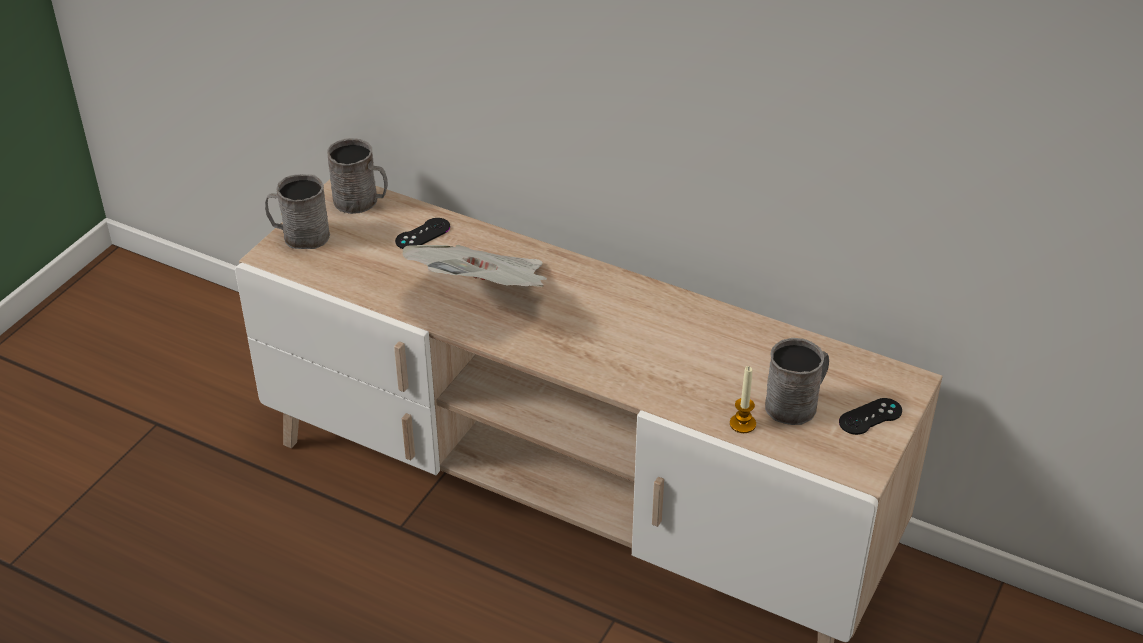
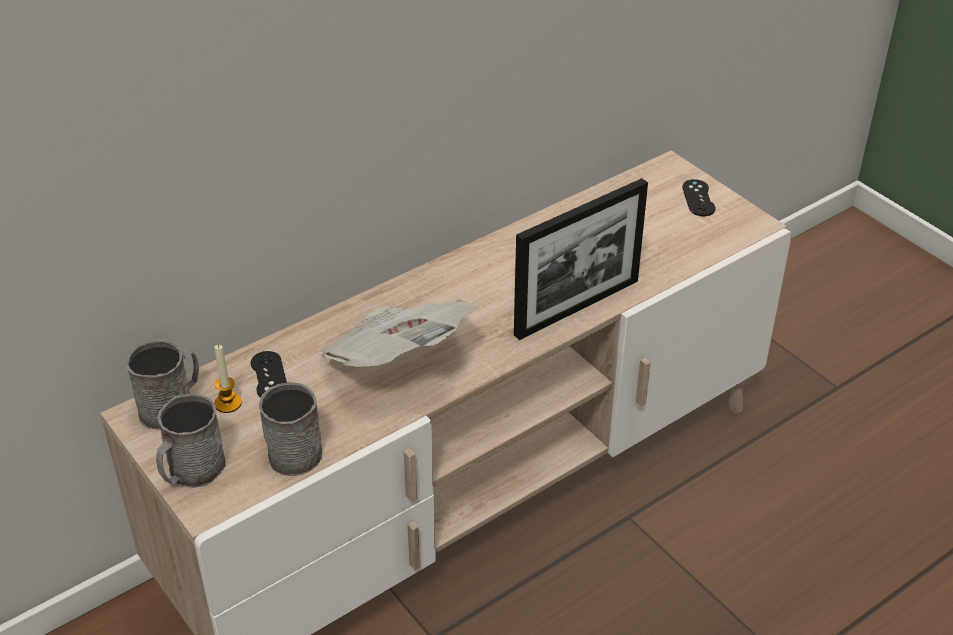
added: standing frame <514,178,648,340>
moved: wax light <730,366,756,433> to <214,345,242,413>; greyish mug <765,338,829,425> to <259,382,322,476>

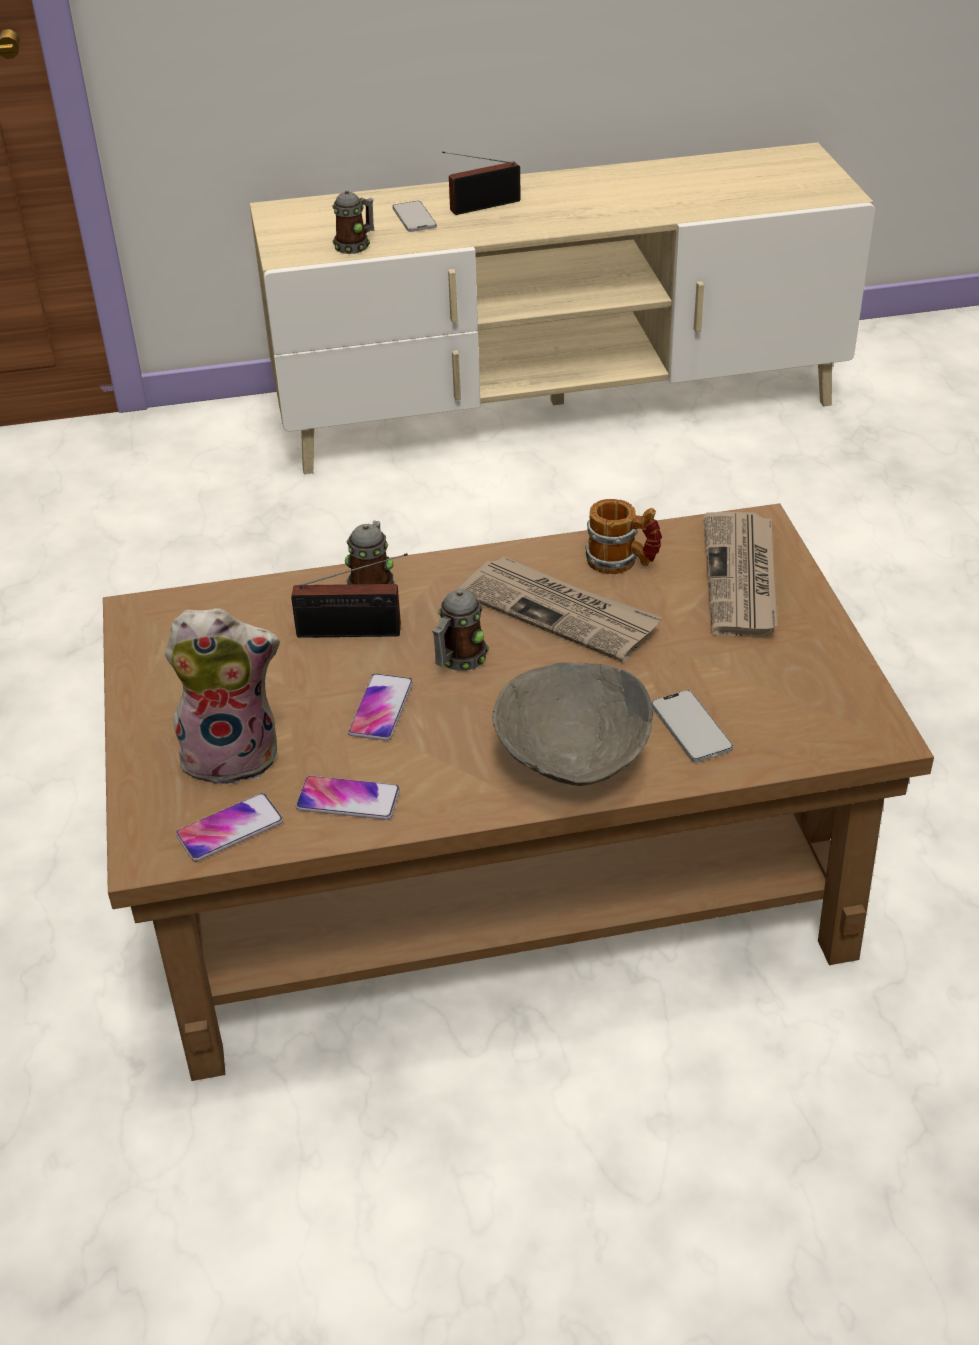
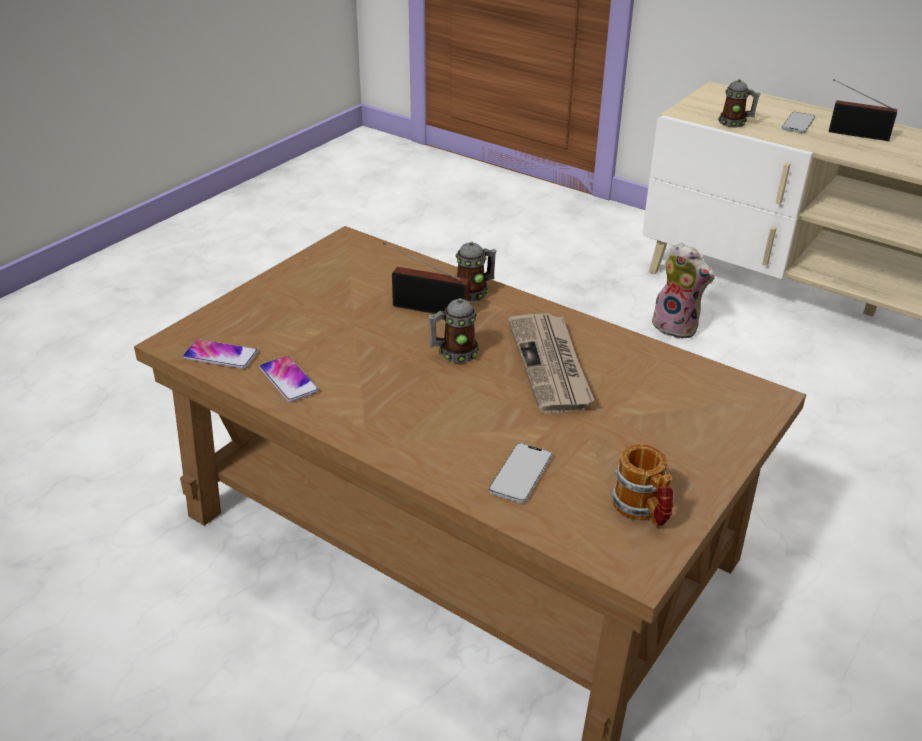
removed: handset <348,673,413,741>; greyish serving bowl <492,662,653,786>; daily paper <703,512,778,636>
moved: mug <585,499,662,574> to <611,444,673,527>; soft toy <165,608,280,786> to <652,243,715,339>
turned: radio receiver <291,553,408,638> = <383,243,469,314> 150 degrees clockwise

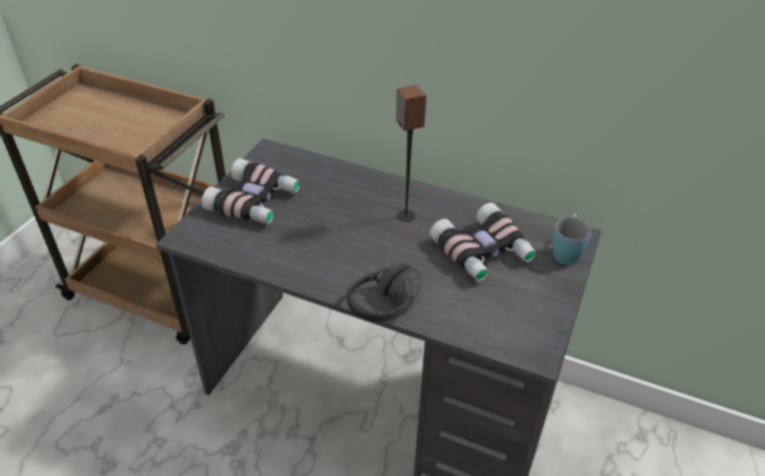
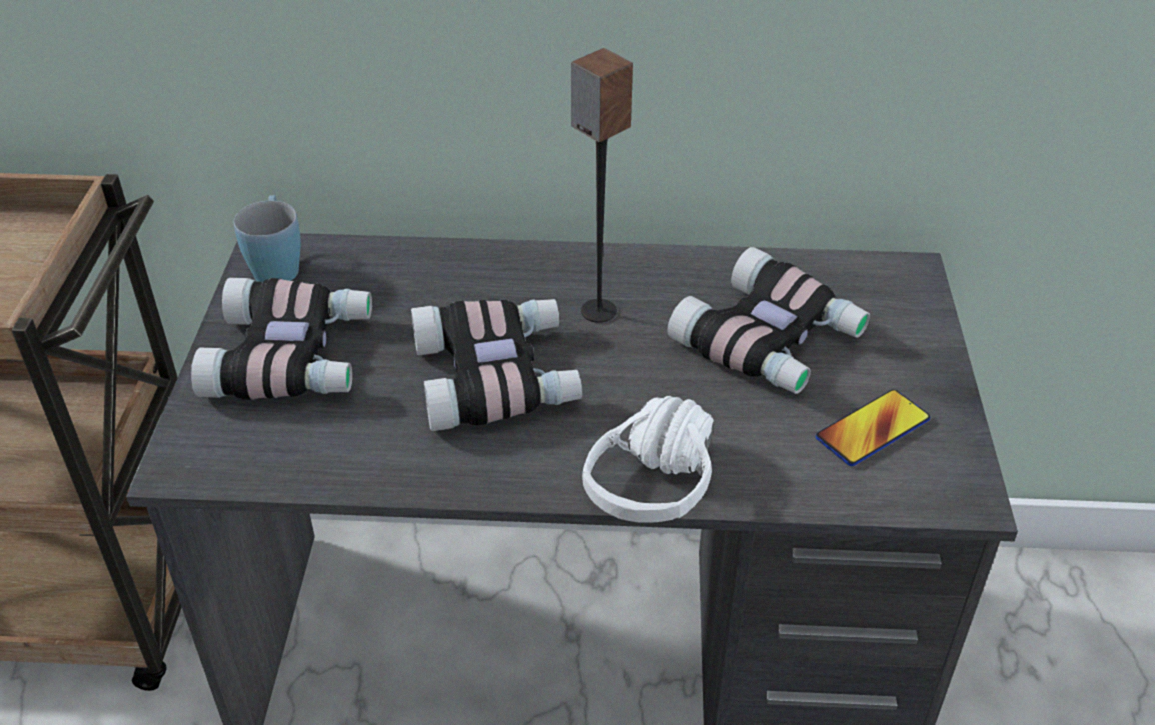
added: pair of binoculars <411,299,582,431>; handset <816,389,930,466>
moved: blue-coloured mug <553,213,591,265> to <234,195,301,282>
recoloured: black-coloured headphones <347,263,423,322> to white-coloured headphones <582,396,714,523>

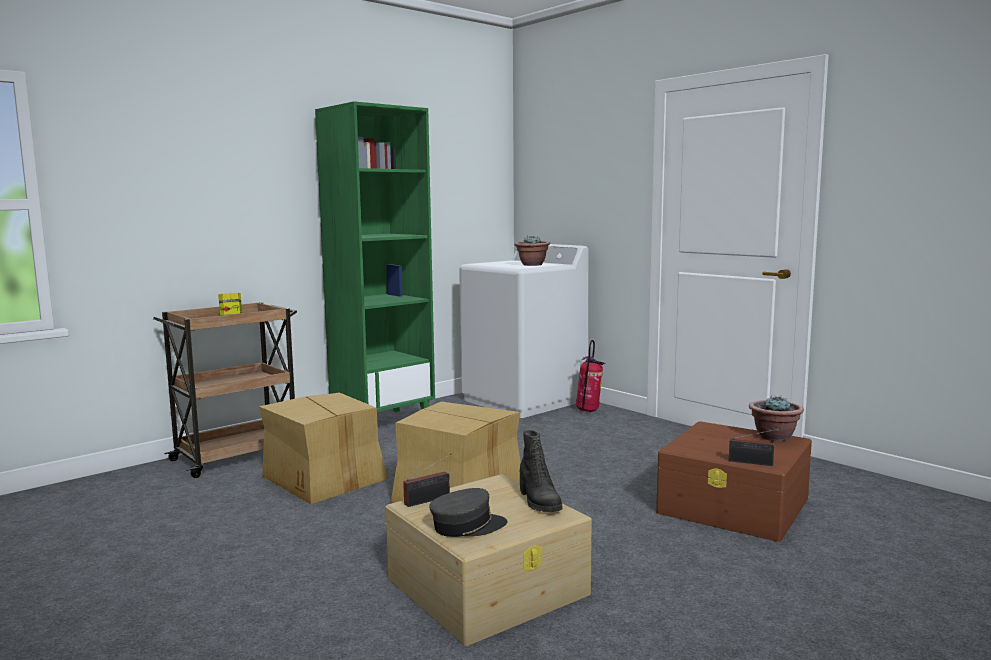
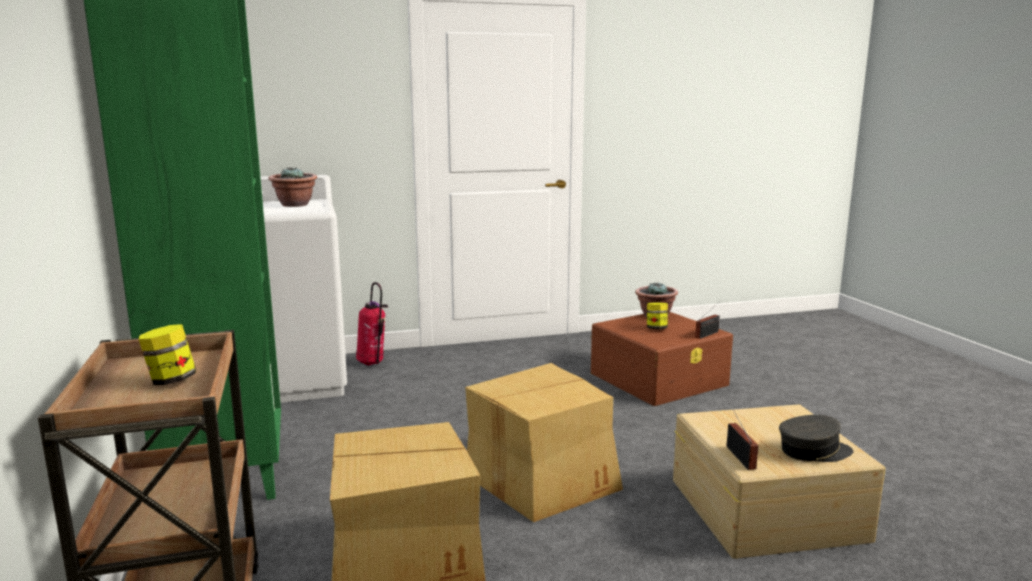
removed: black-coloured boot <520,430,562,512>
added: jar <647,303,668,329>
turned: greyish peaked cap <429,488,507,537> = <779,415,853,462> 75 degrees clockwise

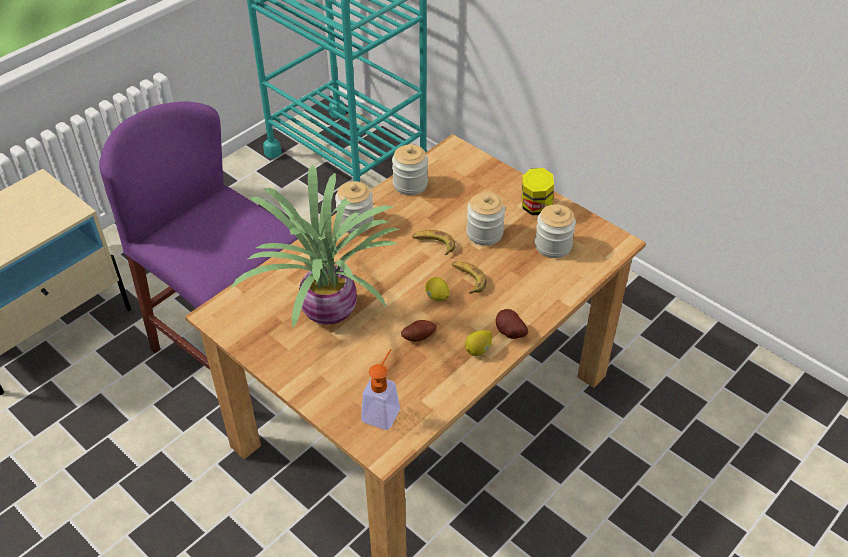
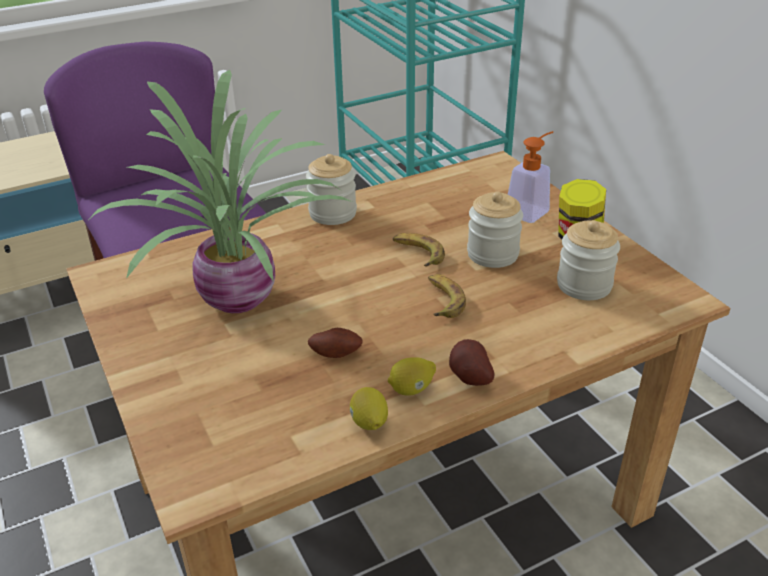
removed: jar <392,145,428,195>
moved: citrus fruit <425,277,449,301> to <350,387,388,430>; liquid soap bottle <361,349,400,430> to <508,131,553,223>

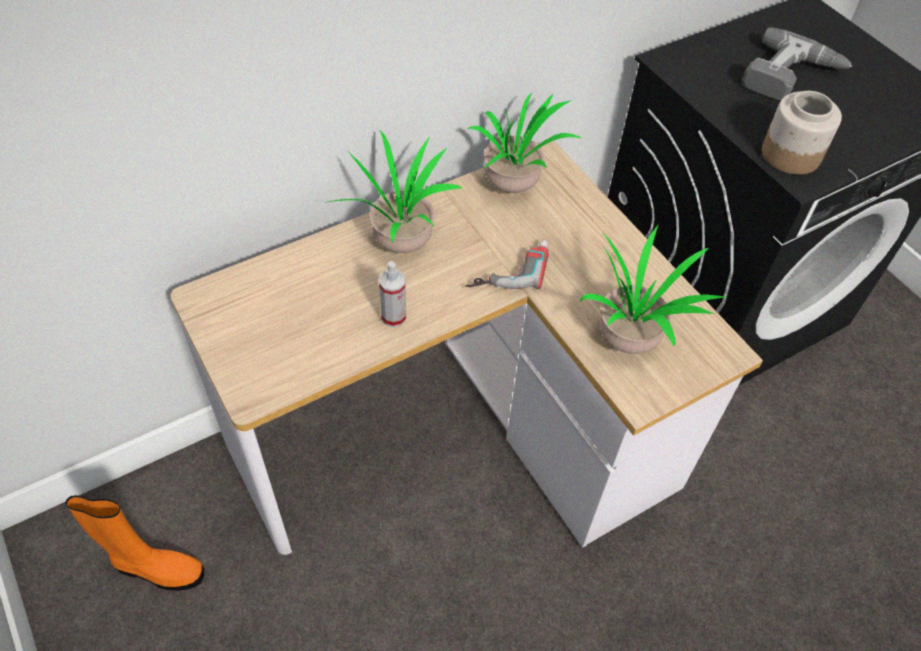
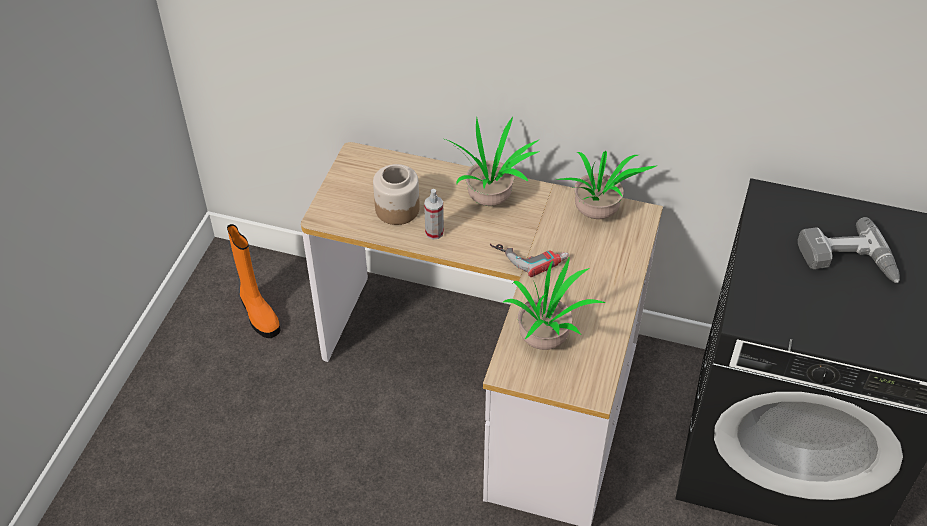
moved: jar <762,91,842,175> to <373,164,420,225>

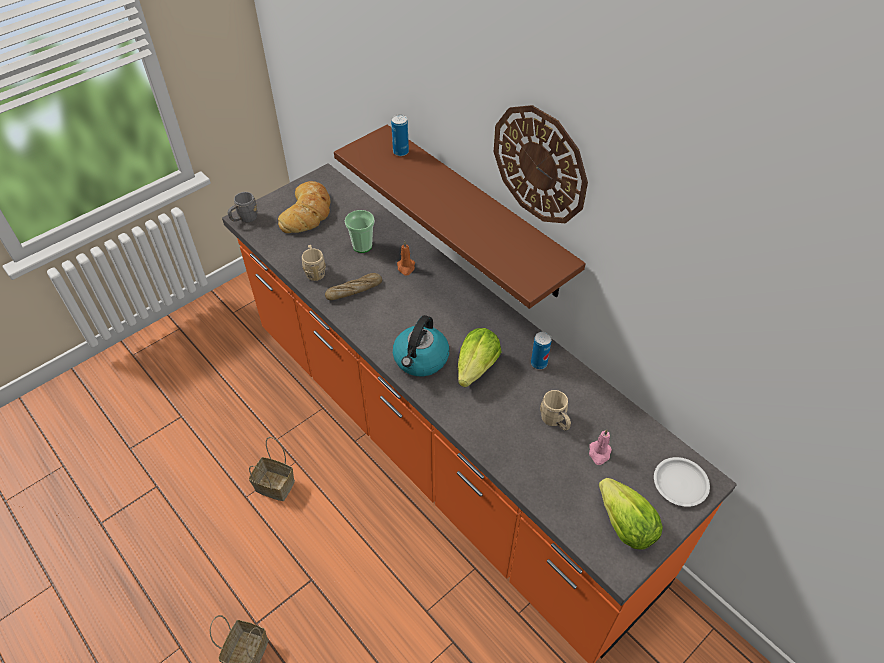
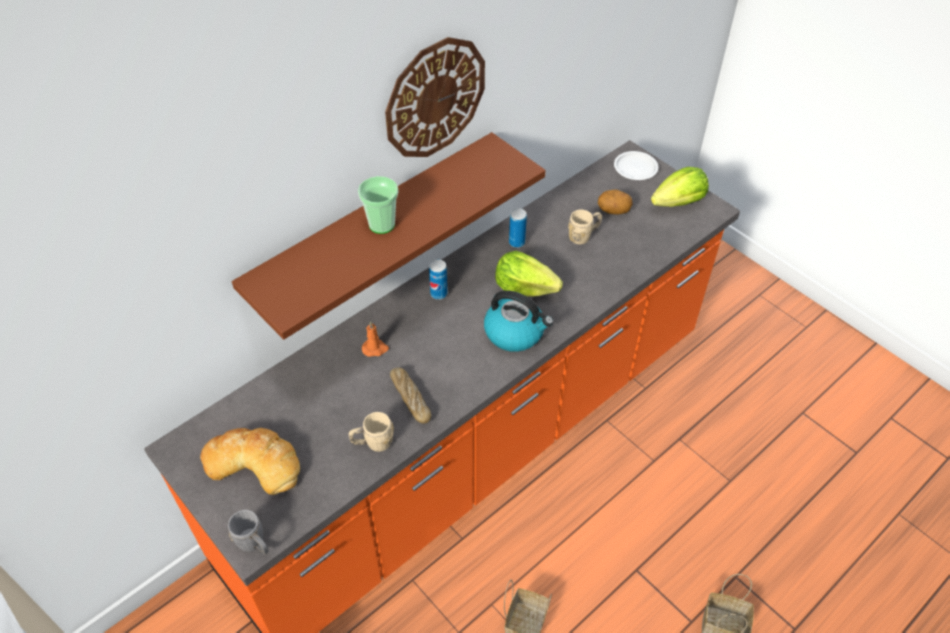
moved: cup <345,210,375,253> to <358,176,398,234>; sealed can <391,114,409,156> to <429,259,447,300>
replaced: pink wax light <589,429,612,465> to potato <598,190,632,214>

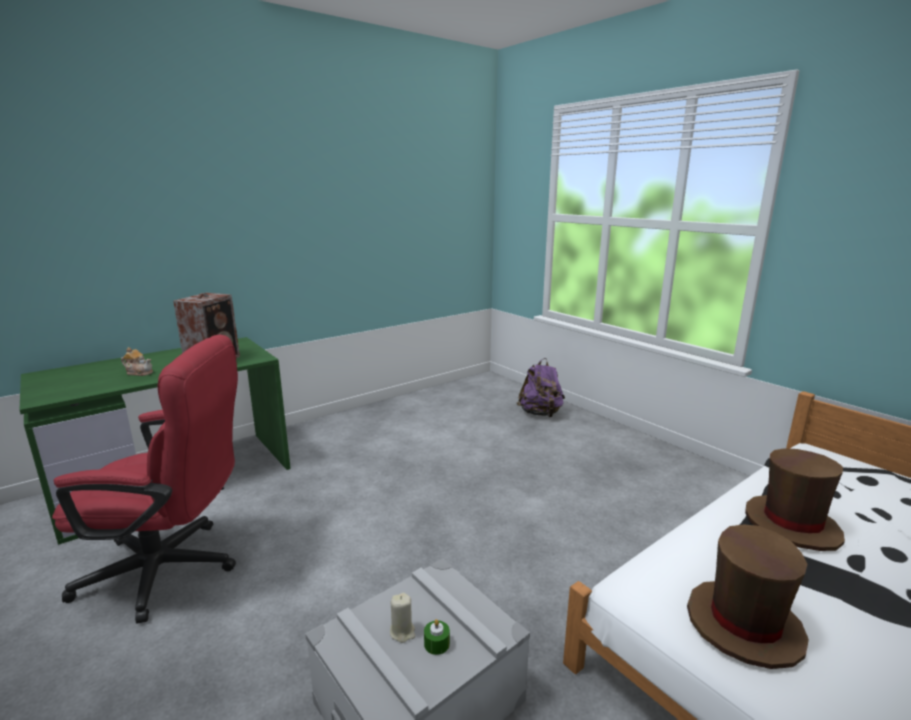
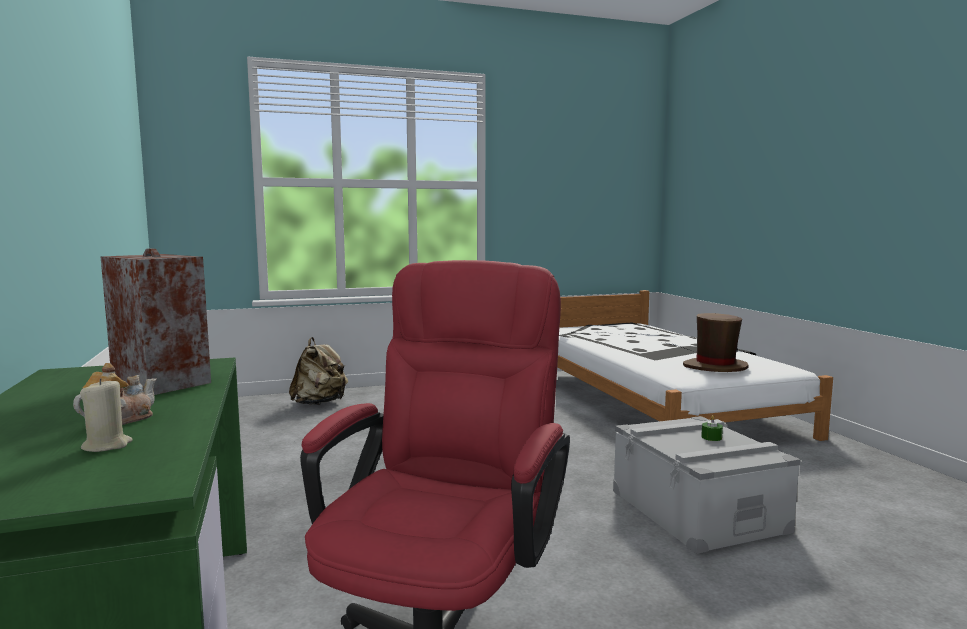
removed: brown clothing hat <745,448,845,551>
moved: beige-coloured wax light <390,593,415,643> to <80,378,133,452>
recoloured: purplish backpack <517,358,565,417> to beige-coloured backpack <289,337,348,405>

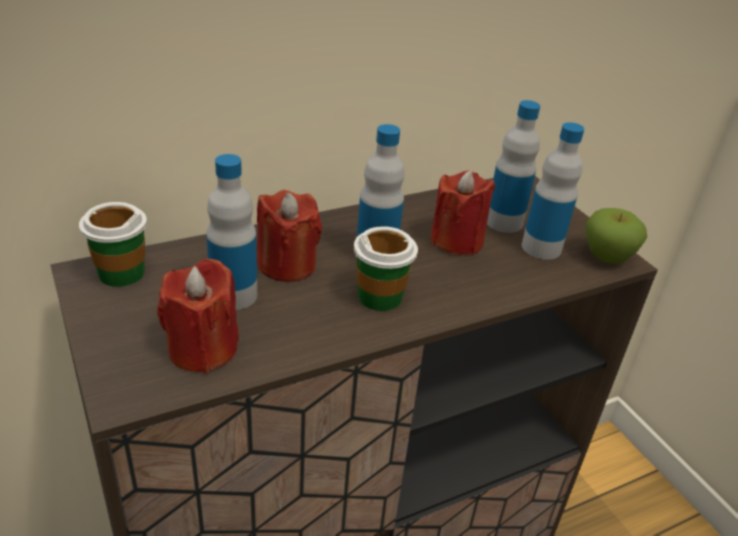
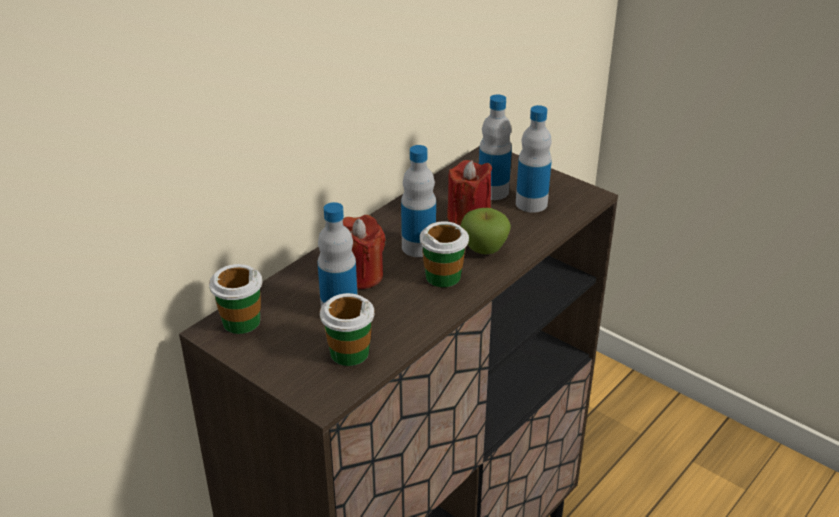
moved: apple <585,208,647,263> to <460,208,511,254>
replaced: red wax light <157,259,239,374> to cup <320,293,375,366>

